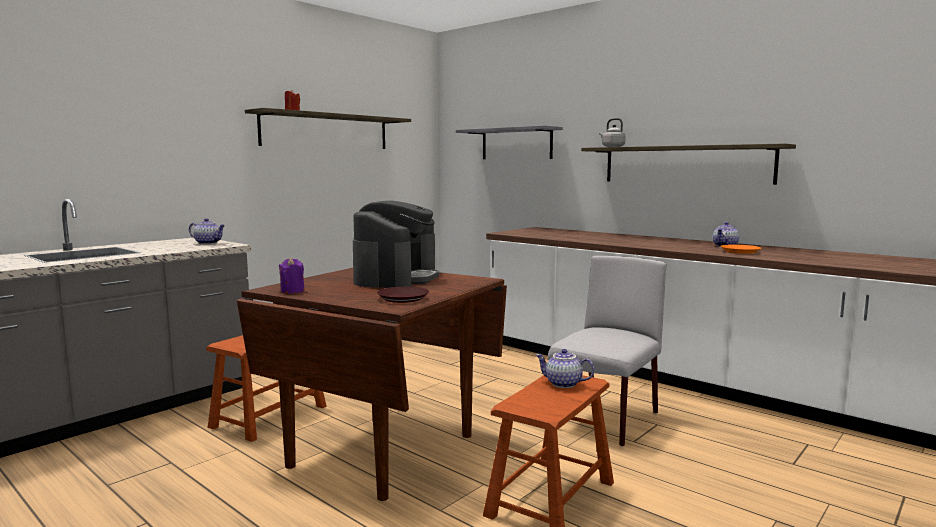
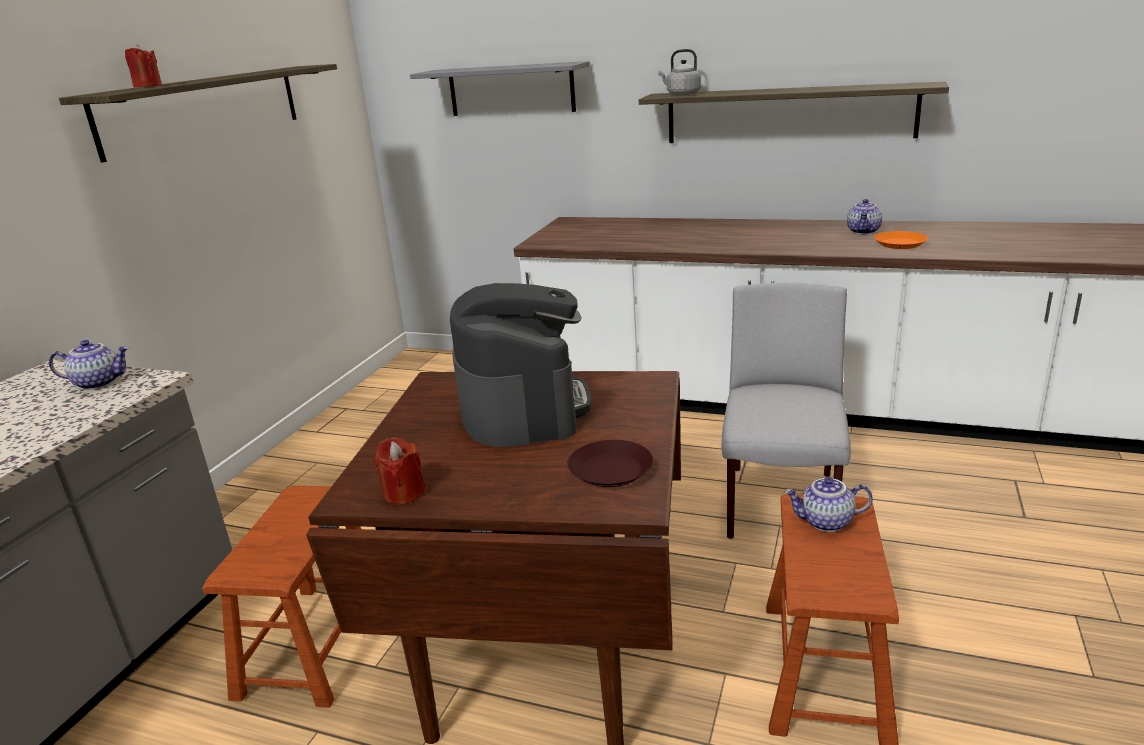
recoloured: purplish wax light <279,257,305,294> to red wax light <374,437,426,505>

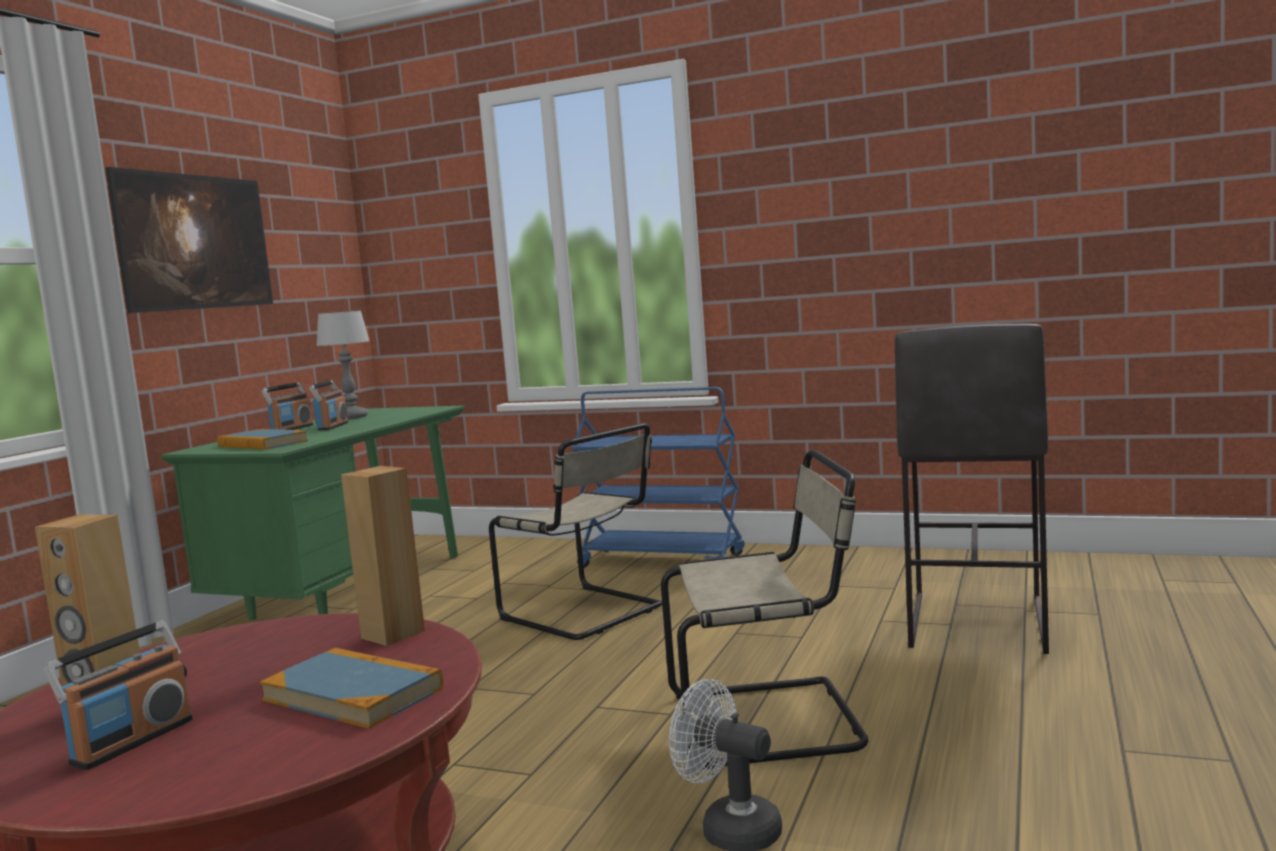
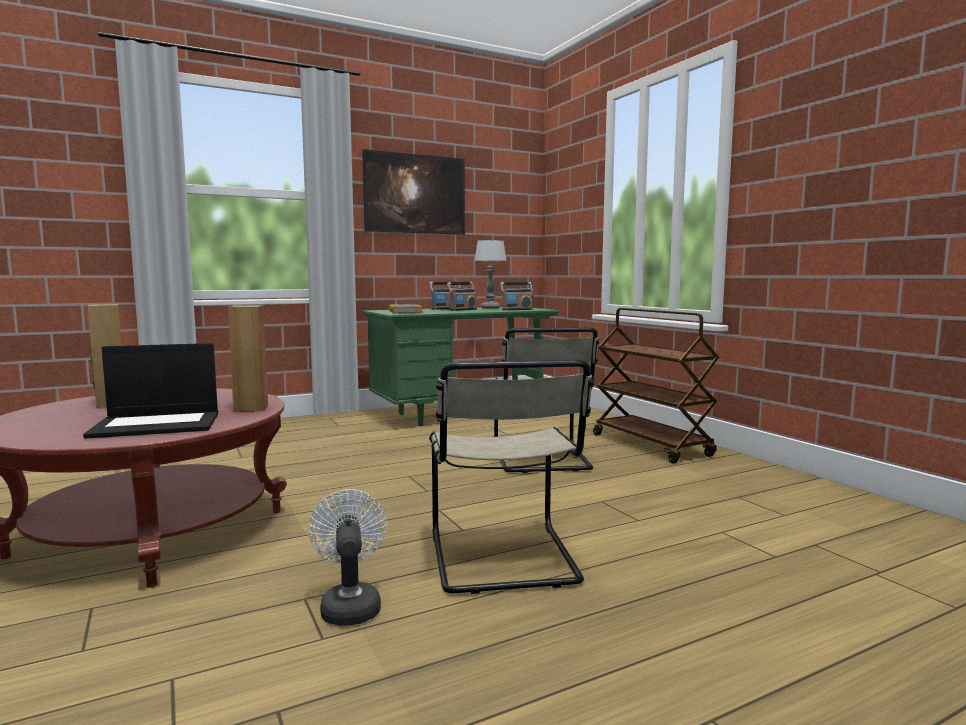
removed: greyish stool seat <895,324,1049,654>
moved: radio receiver <43,620,193,770> to <500,282,533,310>
replaced: bound book <260,648,443,729> to notebook computer <83,343,218,439>
recoloured: blue-coloured trolley <572,387,744,568> to brown trolley <593,308,719,463>
turned: beige-coloured plain chair <661,450,868,769> = <429,360,594,594> 45 degrees clockwise

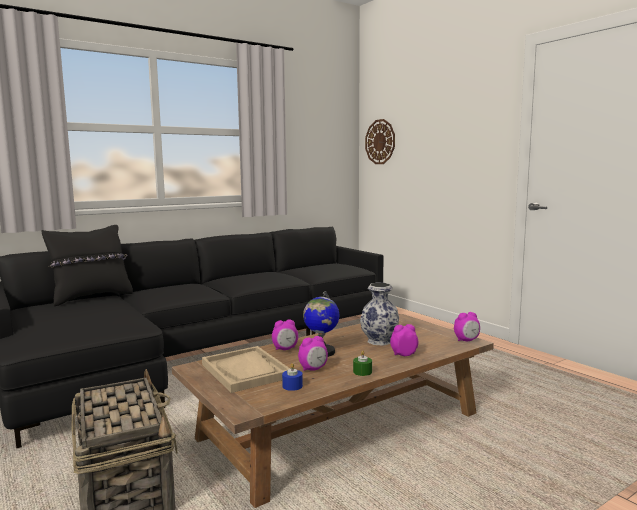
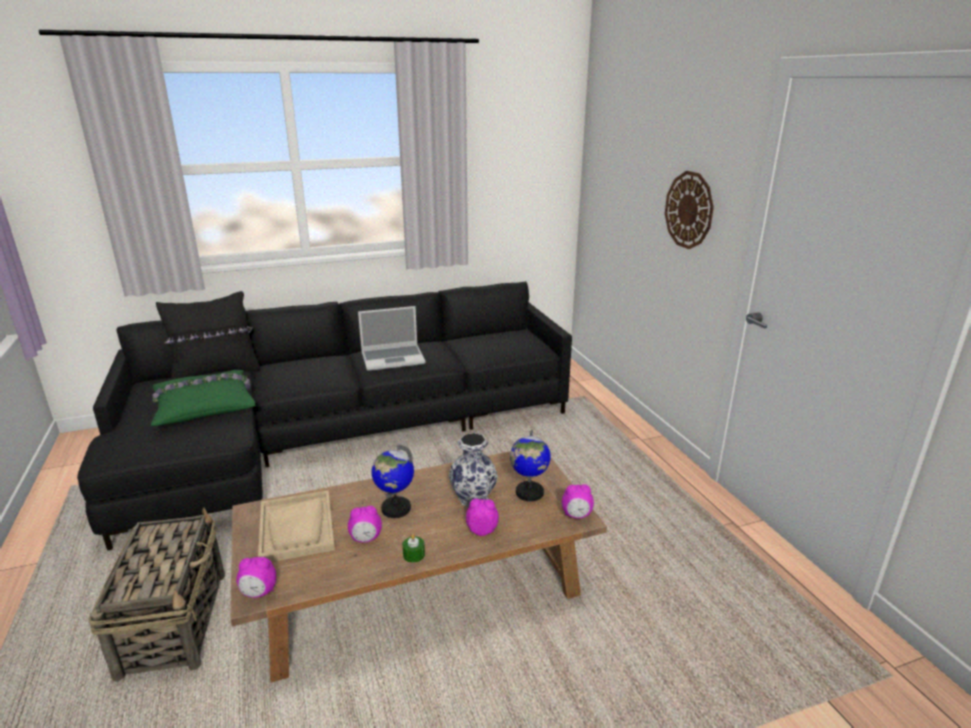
removed: blue-coloured wax light <282,363,303,391>
added: greenish cushion <151,370,255,426>; notebook computer <358,306,426,371>; globe <510,429,551,501>
moved: alarm clock <272,319,298,350> to <237,557,276,598>; clock on the wall <365,119,395,164> to <665,171,714,249>

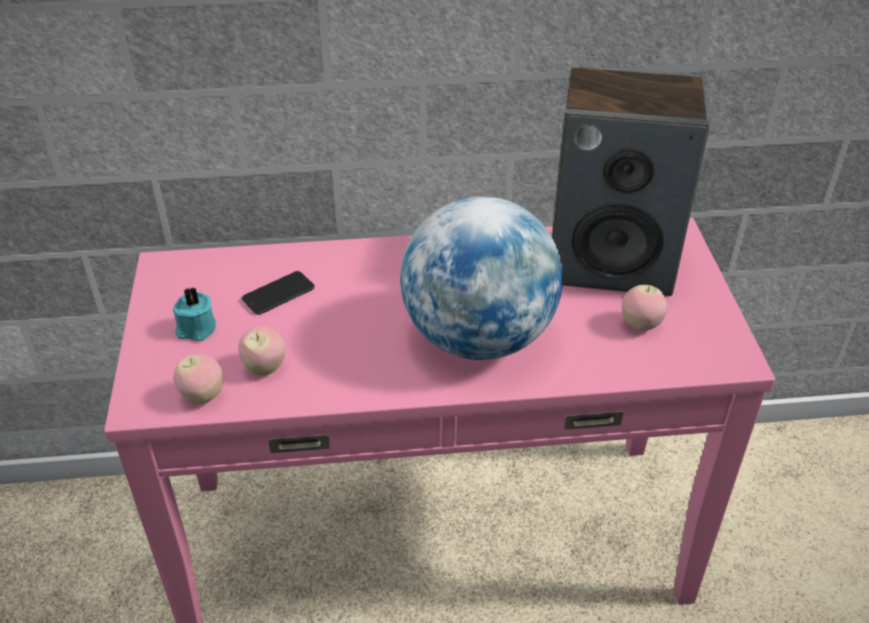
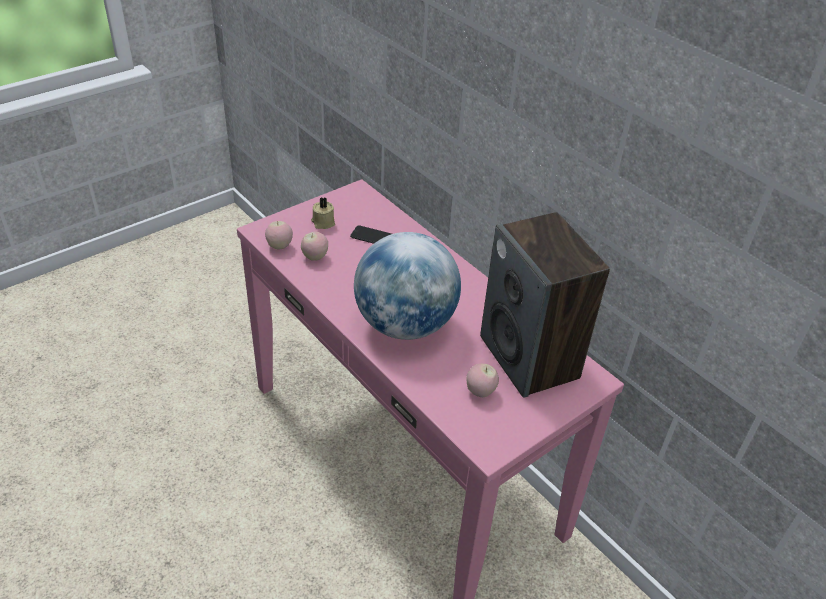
recoloured: blue-green wax light <173,287,216,341> to beige-coloured wax light <311,197,335,229>

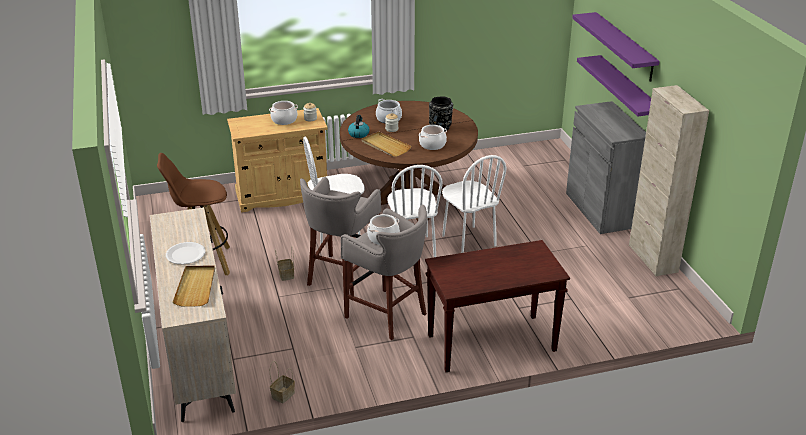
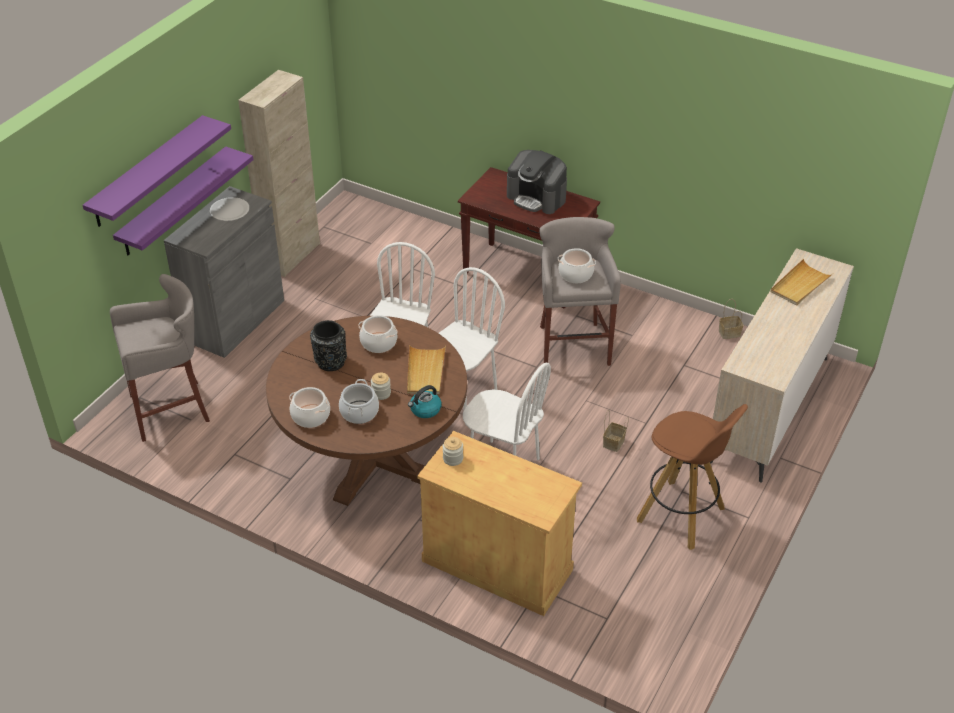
added: coffee brewer <507,150,567,214>
moved: greyish stool seat <300,177,381,296> to <110,274,210,442>; white-coloured dinner plate <166,242,205,264> to <210,197,249,221>; saucepot <269,101,298,125> to <289,387,330,428>

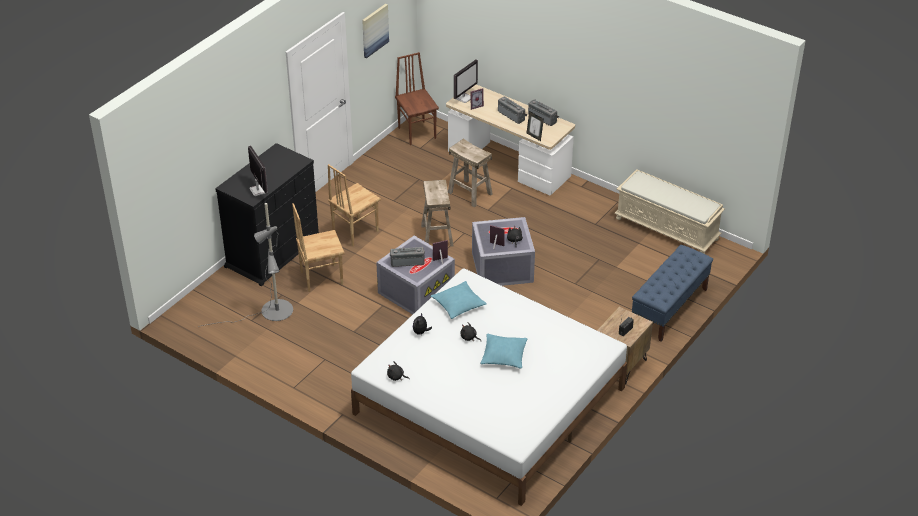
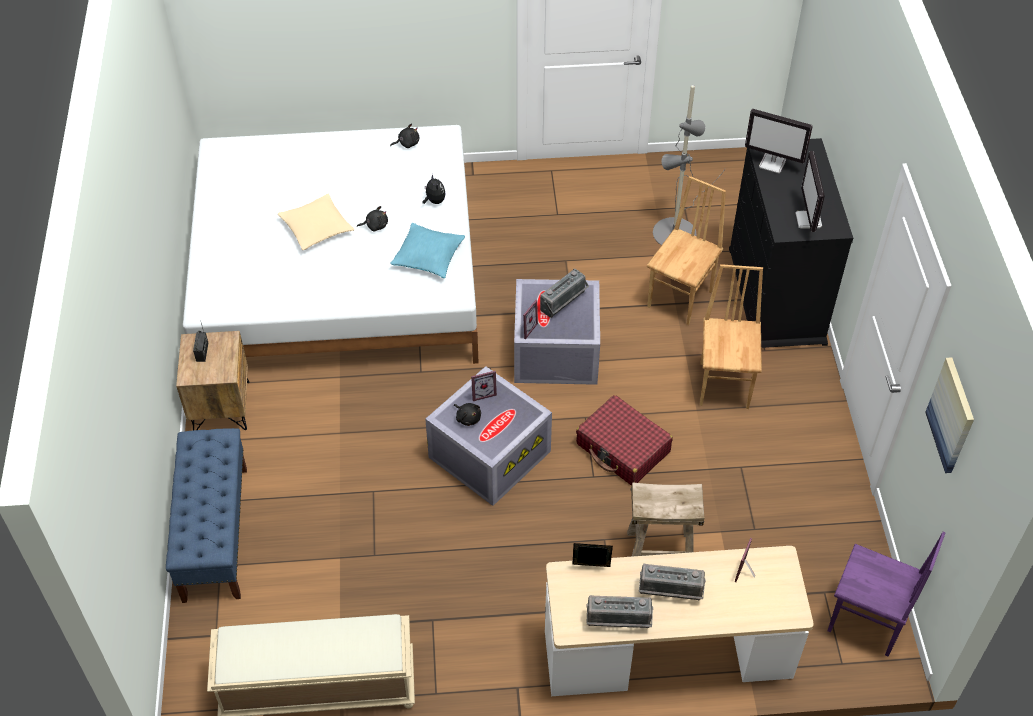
moved: computer screen <454,59,478,103> to <795,151,825,232>
replaced: beige-coloured stool seat <421,180,454,247> to red travel case <576,395,673,486>
recoloured: blue-green cushion <480,334,527,369> to beige-coloured cushion <278,194,354,250>; brown plain chair <395,52,439,145> to purplish plain chair <828,531,945,656>

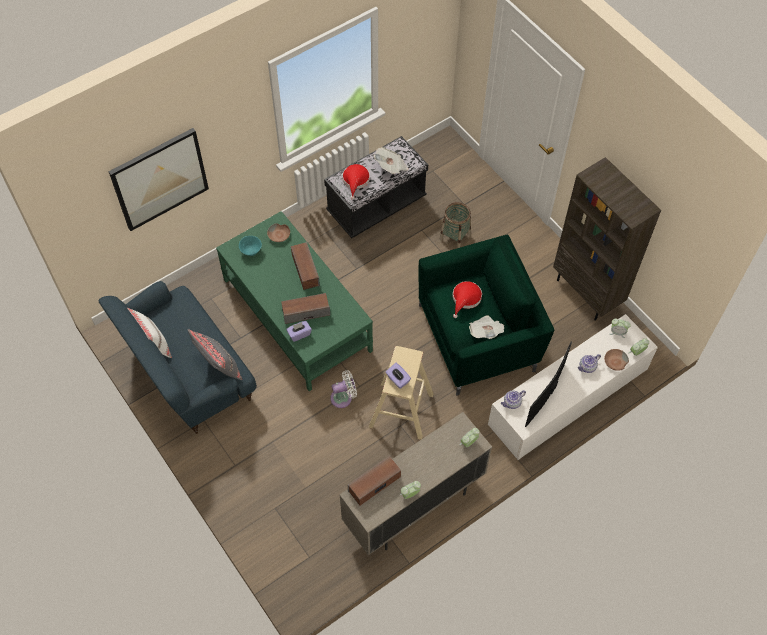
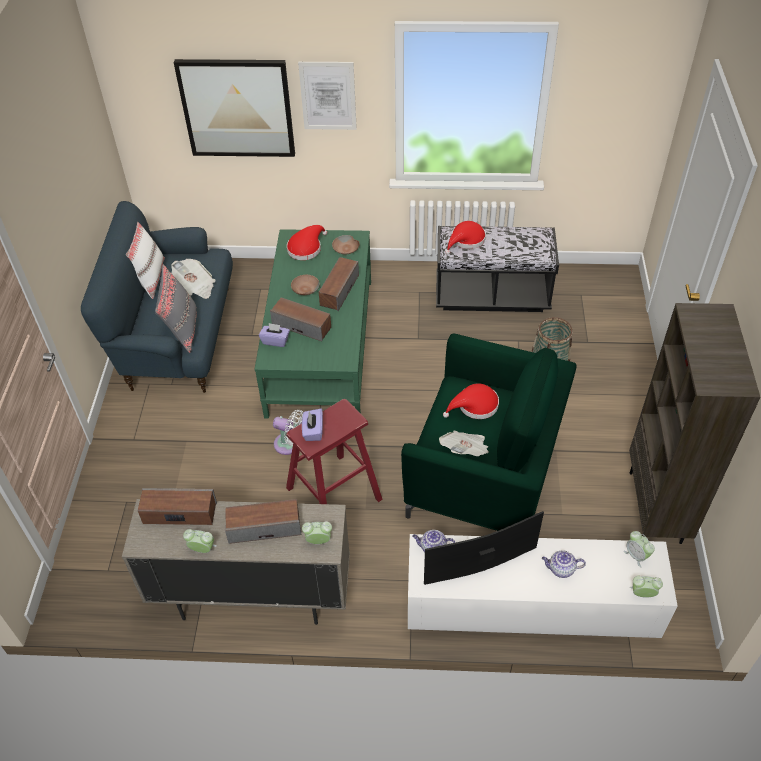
added: audio speaker <225,499,301,544>; wall picture <298,62,357,130>
moved: daily paper <373,147,409,174> to <171,259,215,299>; brown serving bowl <604,349,629,371> to <291,275,320,295>
replaced: blue-green serving bowl <239,236,262,256> to red clothing hat <287,225,327,260>
recoloured: beige-coloured stool seat <369,346,433,440> to red stool seat <286,399,383,504>

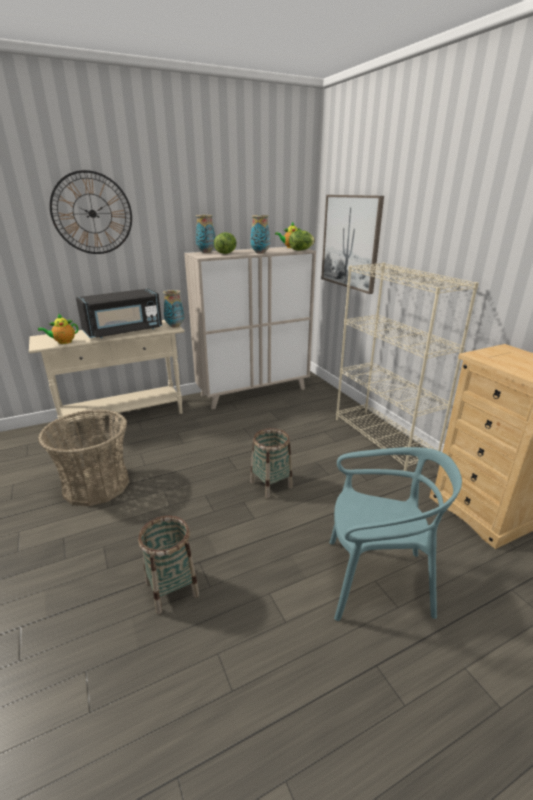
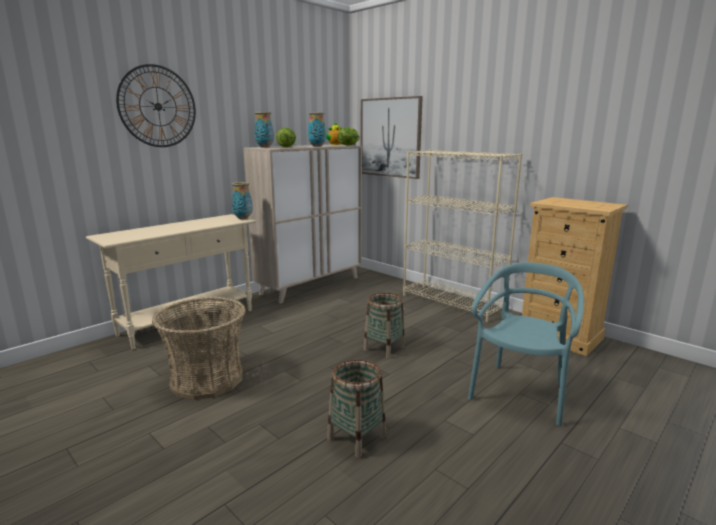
removed: teapot <38,314,78,344>; black-coloured microwave <76,289,162,338>
turned: blue-green plain chair <329,447,462,621> = <468,262,584,426> 45 degrees counterclockwise

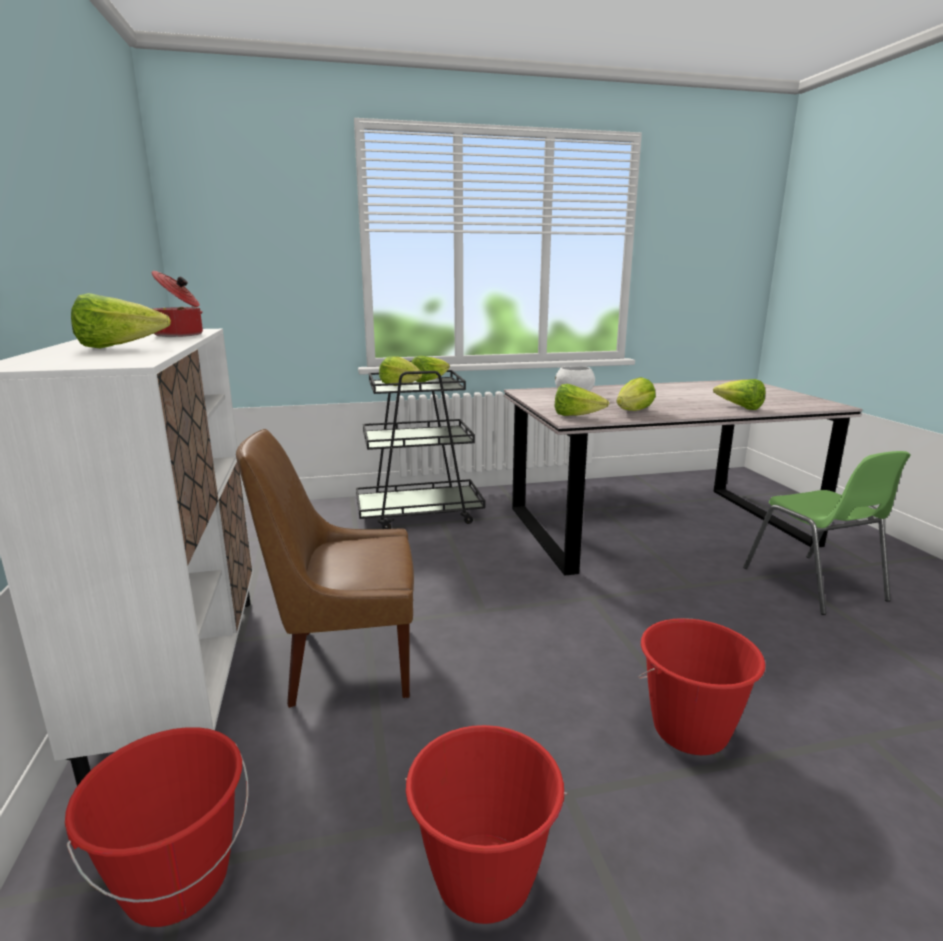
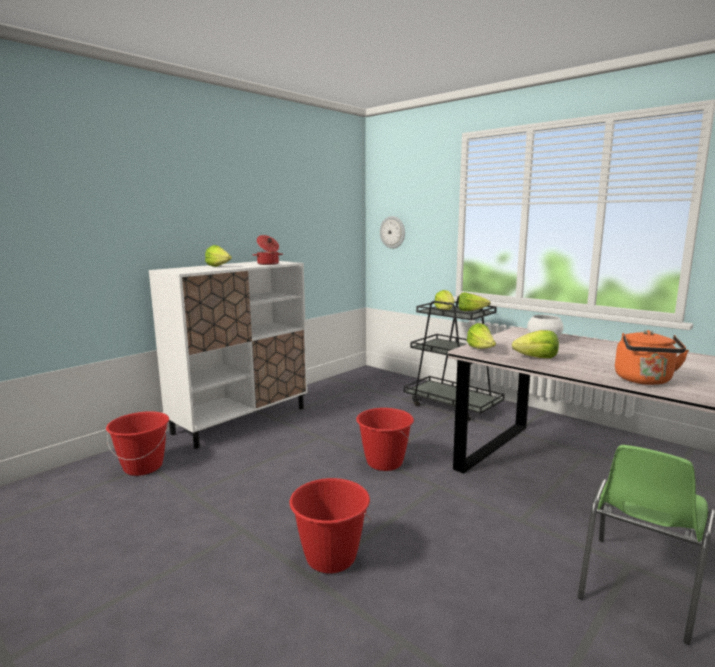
removed: brown plain chair <236,429,414,708>
added: clock on the wall <380,216,405,249>
moved: red bucket <405,725,568,924> to <356,408,414,471>
replaced: head of lettuce <713,379,765,410> to orangey tea kettle <615,330,689,385>

